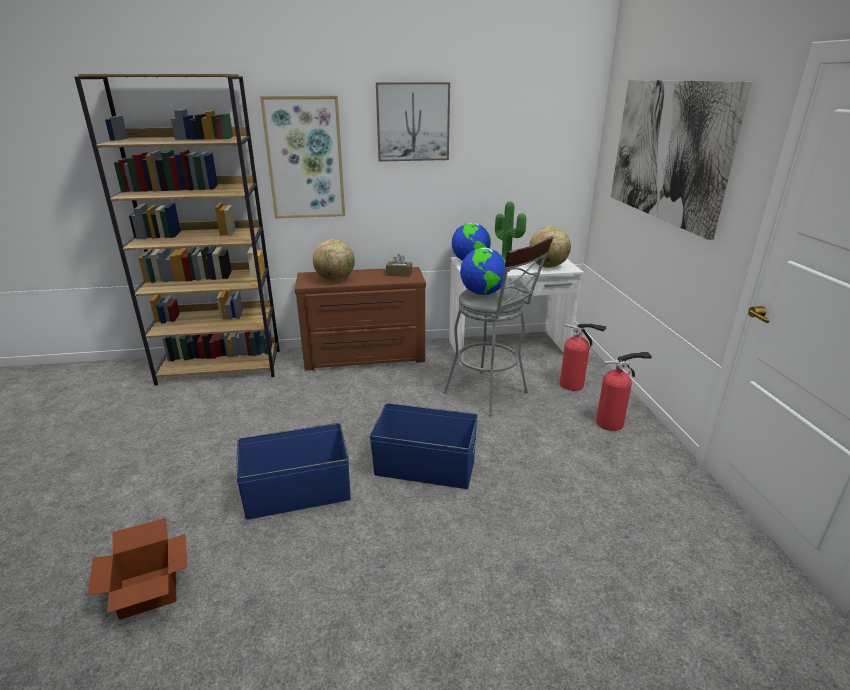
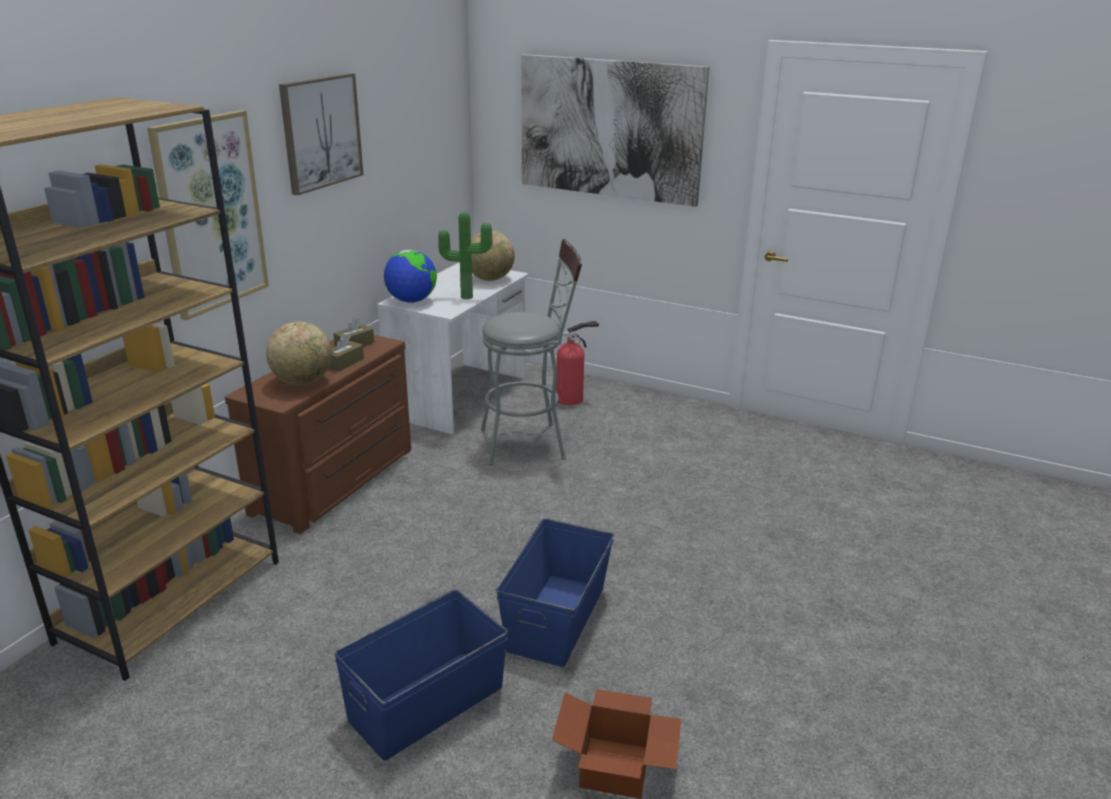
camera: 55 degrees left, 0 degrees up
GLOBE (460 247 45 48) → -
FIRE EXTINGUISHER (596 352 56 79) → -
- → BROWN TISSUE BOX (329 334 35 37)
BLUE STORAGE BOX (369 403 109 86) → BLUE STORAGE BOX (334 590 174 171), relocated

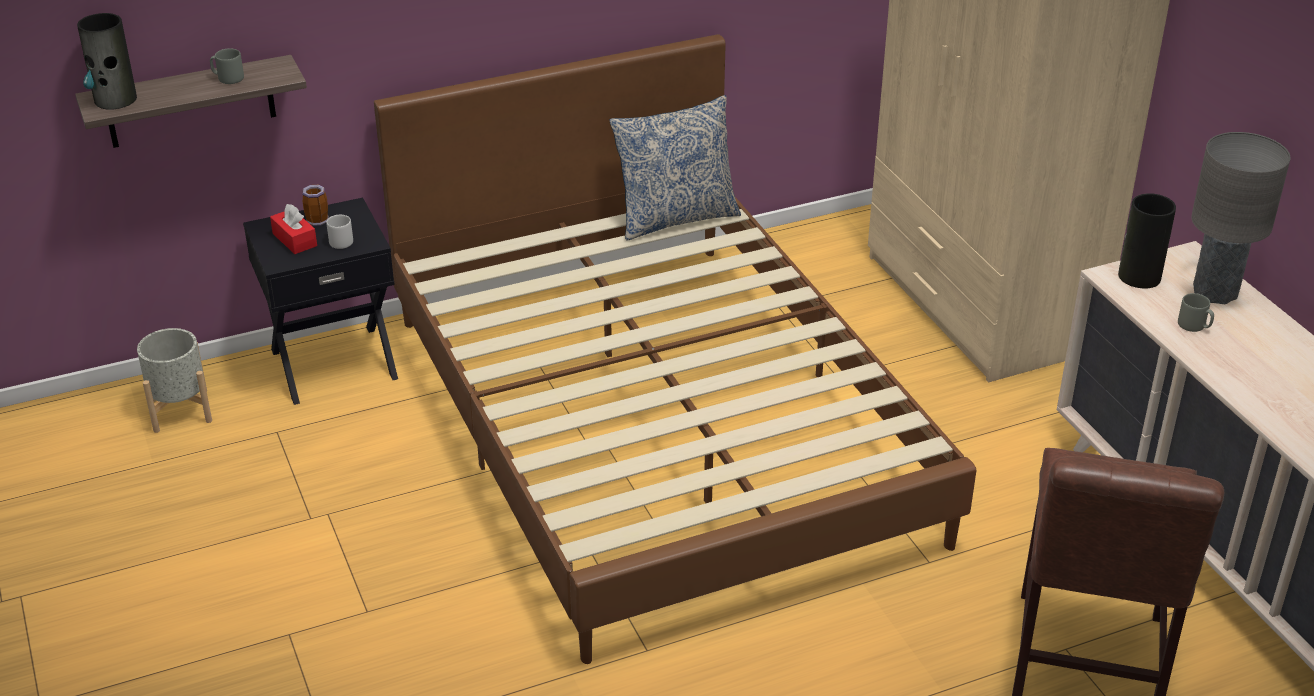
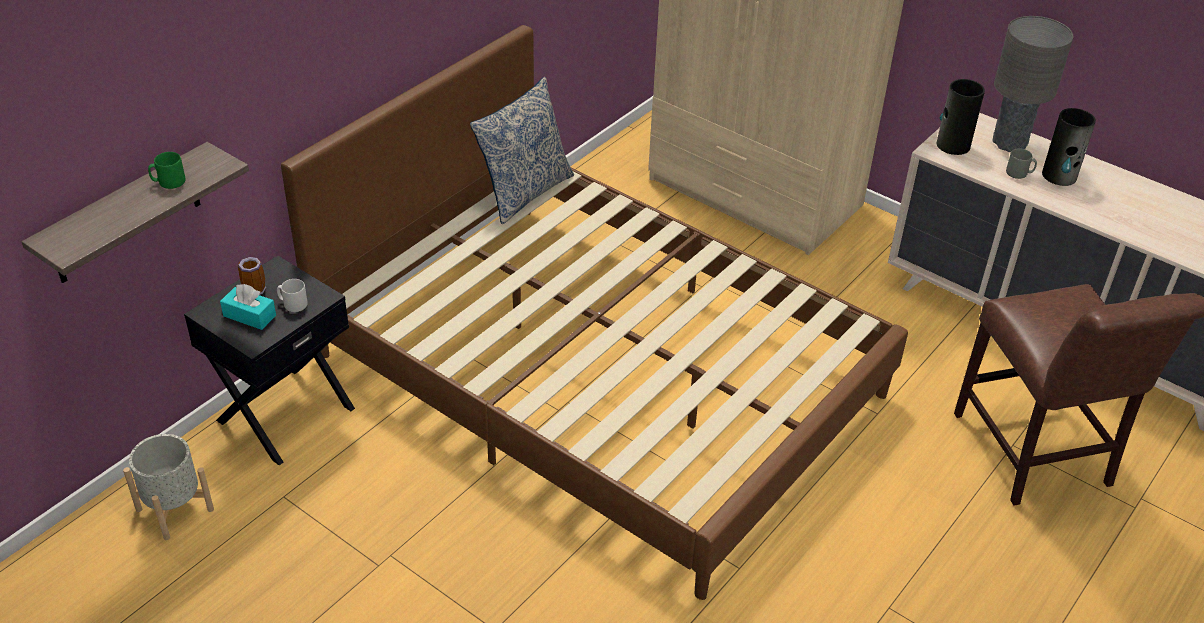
camera: 30 degrees left, 5 degrees up
VASE (77 13 60 97) → VASE (1042 108 54 78), relocated
GREY MUG (210 48 34 36) → GREEN MUG (148 152 37 37)
RED TISSUE BOX (270 204 47 50) → TURQUOISE TISSUE BOX (220 284 56 46)

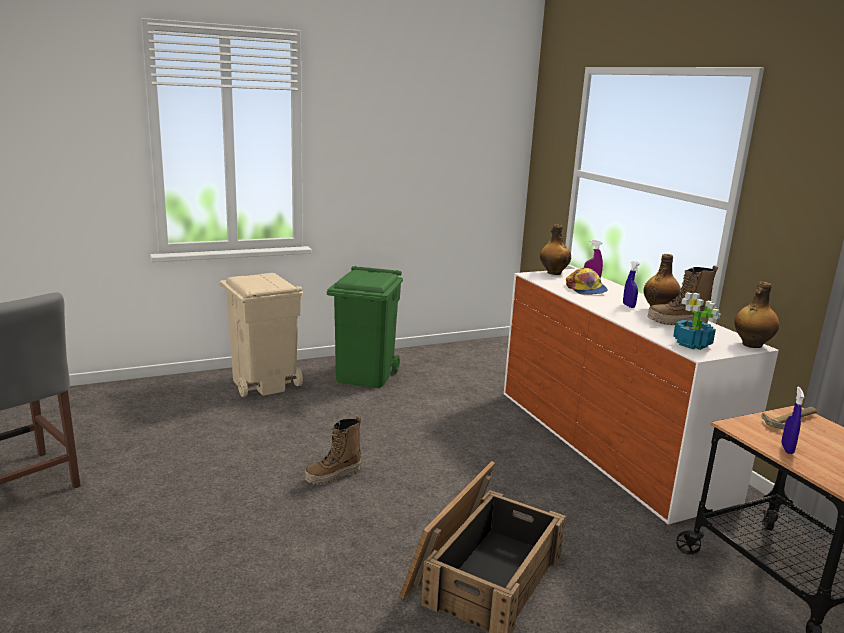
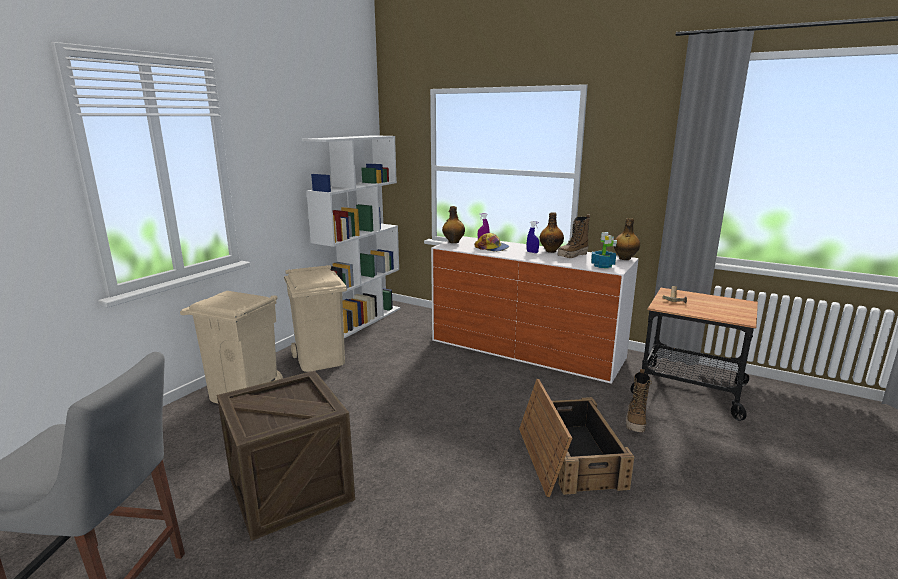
camera: 35 degrees left, 0 degrees up
BLUE SPRAY BOTTLE (781 387 23 67) → -
- → CRATE (217 371 138 170)
- → WHITE BOOKCASE (302 135 99 203)
BOOT (305 416 56 69) → BOOT (626 369 26 63), relocated
GREEN TRASH CAN (327 266 76 122) → BEIGE TRASH CAN (284 265 63 107)

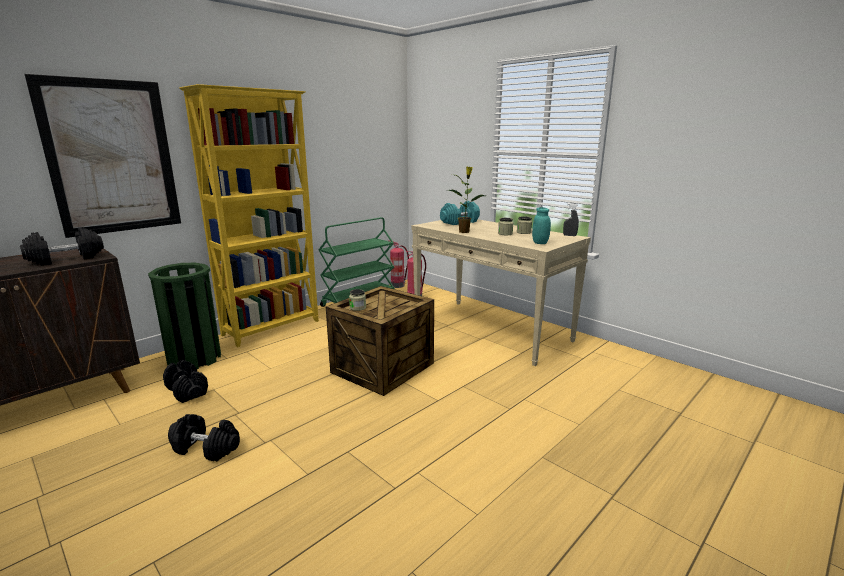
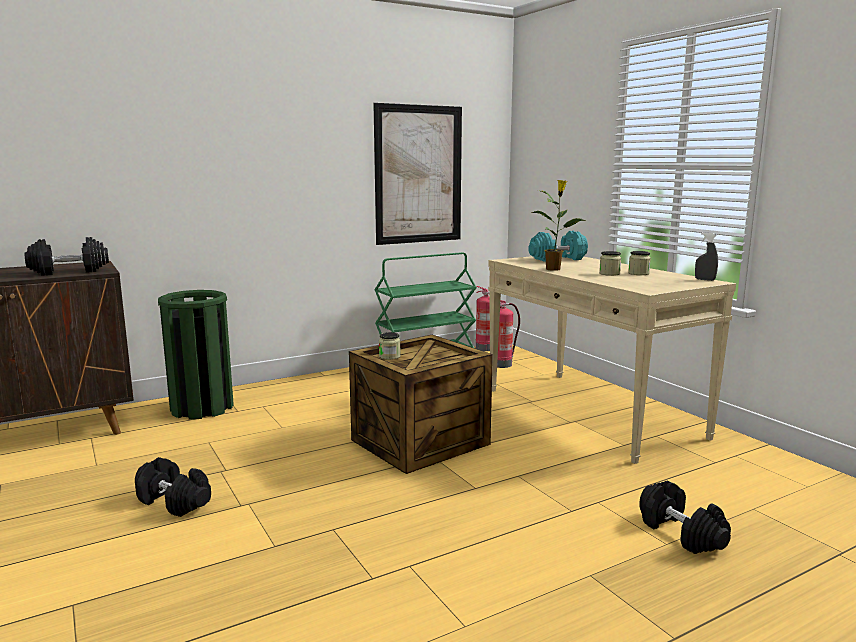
camera: 15 degrees right, 5 degrees down
YELLOW BOOKCASE (179 84 140 263) → -
TURQUOISE JAR (532 207 19 37) → -
PICTURE (24 74 157 164) → PICTURE (373 103 89 142), relocated
BLACK DUMBBELL (163 360 45 43) → BLACK DUMBBELL (639 480 92 74), relocated

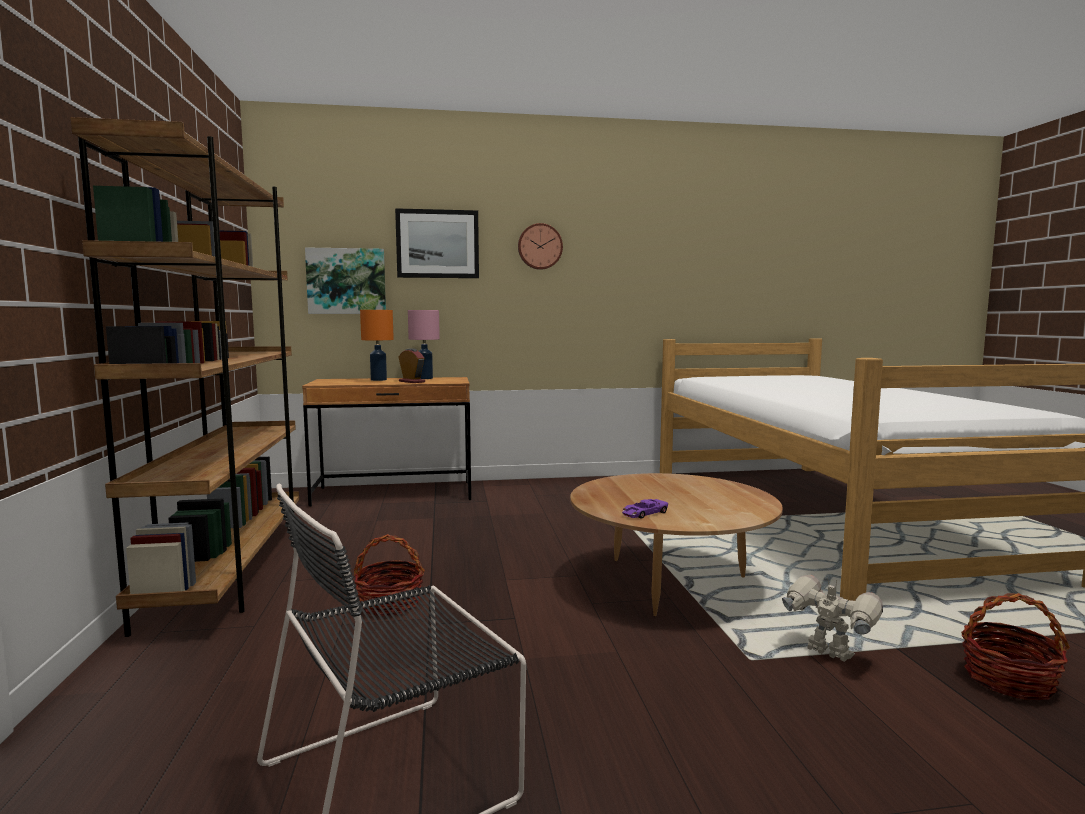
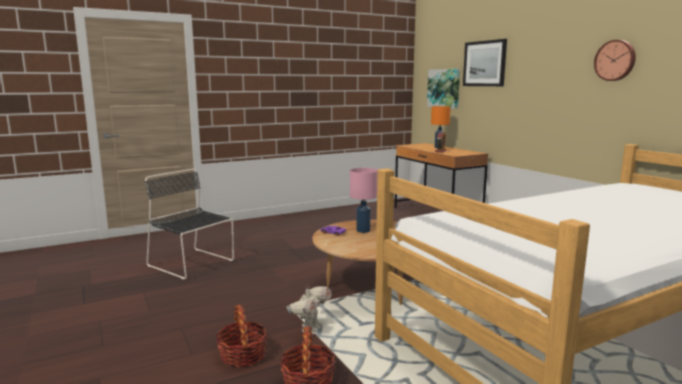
camera: 70 degrees right, 5 degrees up
BROWN BOOKCASE (71 117 228 520) → -
BASKET (354 534 71 82) → BASKET (216 305 52 62), relocated
PINK TABLE LAMP (408 310 32 69) → PINK TABLE LAMP (350 168 28 65), relocated
WALL CLOCK (518 223 45 47) → WALL CLOCK (594 40 42 41), relocated

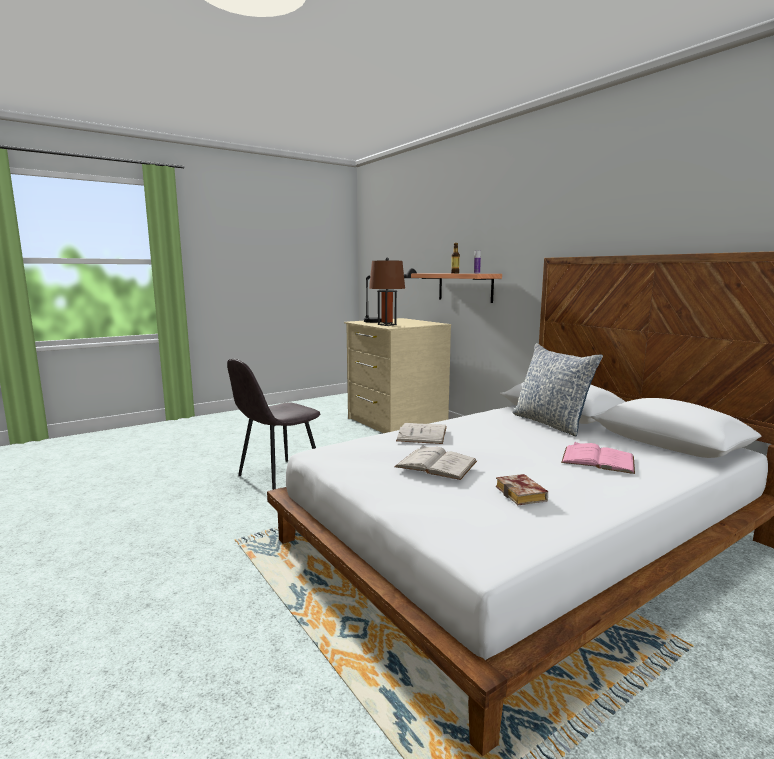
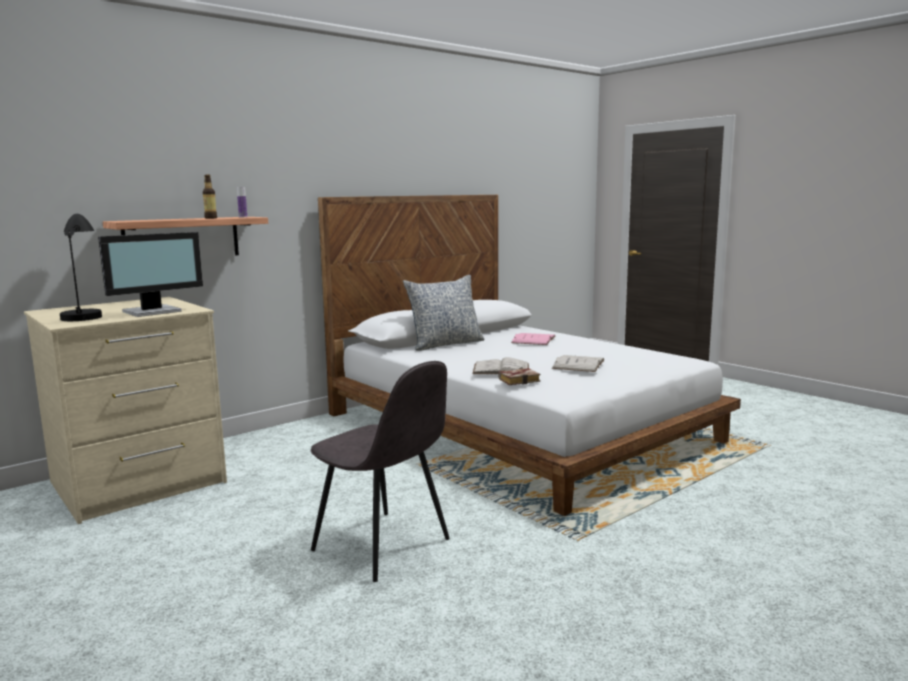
camera: 95 degrees left, 0 degrees up
BOOK (496 474 52 31) → BOOK (498 368 42 17), relocated
BROWN TABLE LAMP (369 257 36 69) → MONITOR (98 232 105 85)

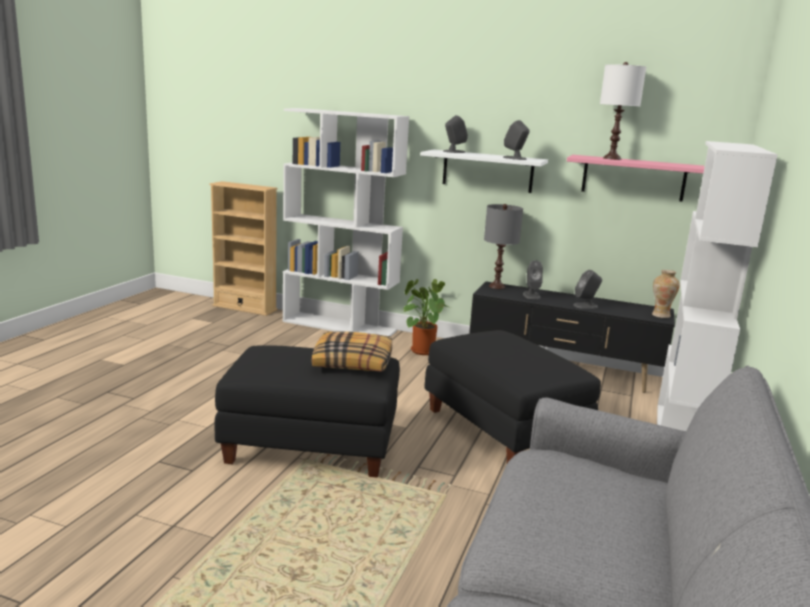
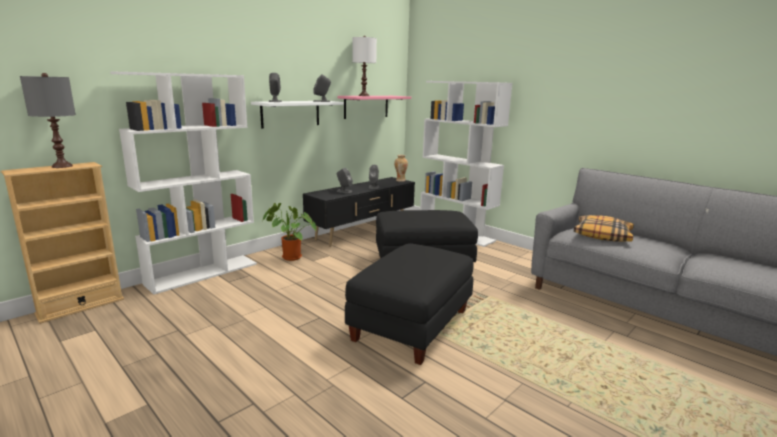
camera: 65 degrees left, 0 degrees up
PILLOW (311 331 81 41) → PILLOW (574 215 60 27), relocated
GREY TABLE LAMP (484 204 39 85) → GREY TABLE LAMP (20 73 56 95), relocated

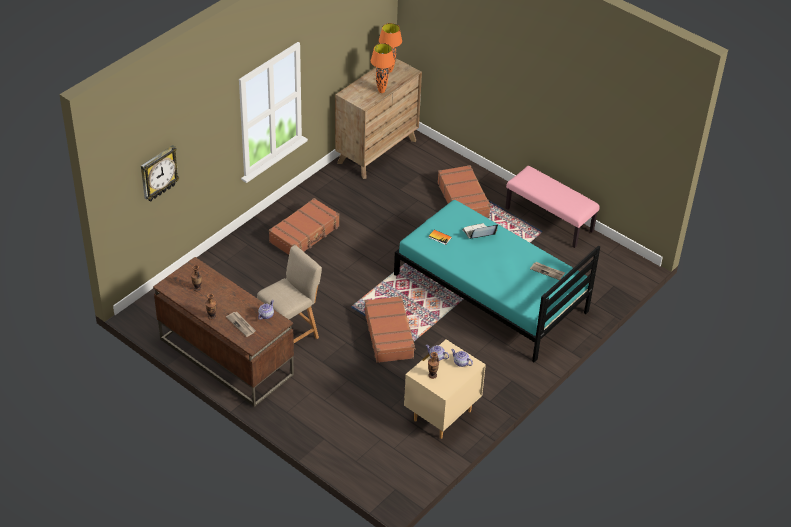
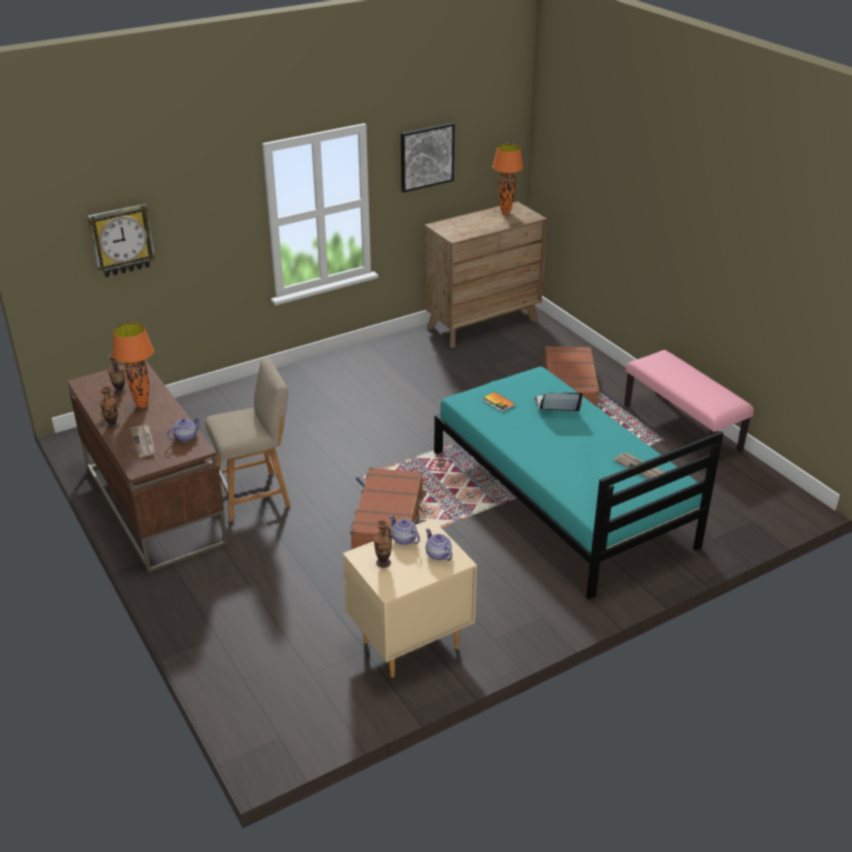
camera: 20 degrees right, 10 degrees down
BROWN SUITCASE (269 198 71 57) → -
- → PICTURE (401 123 54 70)
ORANGE TABLE LAMP (371 43 24 50) → ORANGE TABLE LAMP (113 323 41 85), relocated

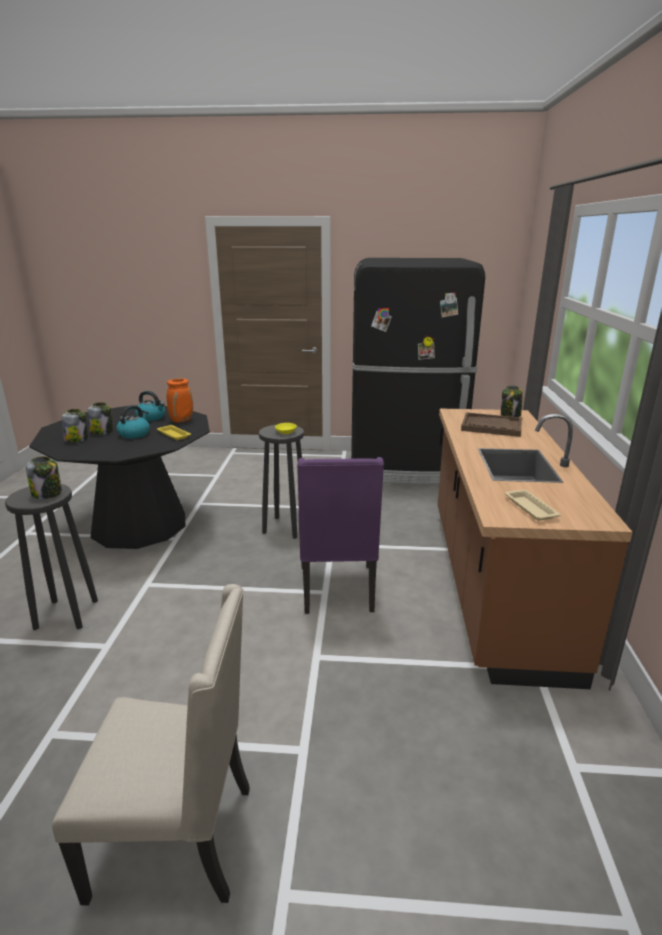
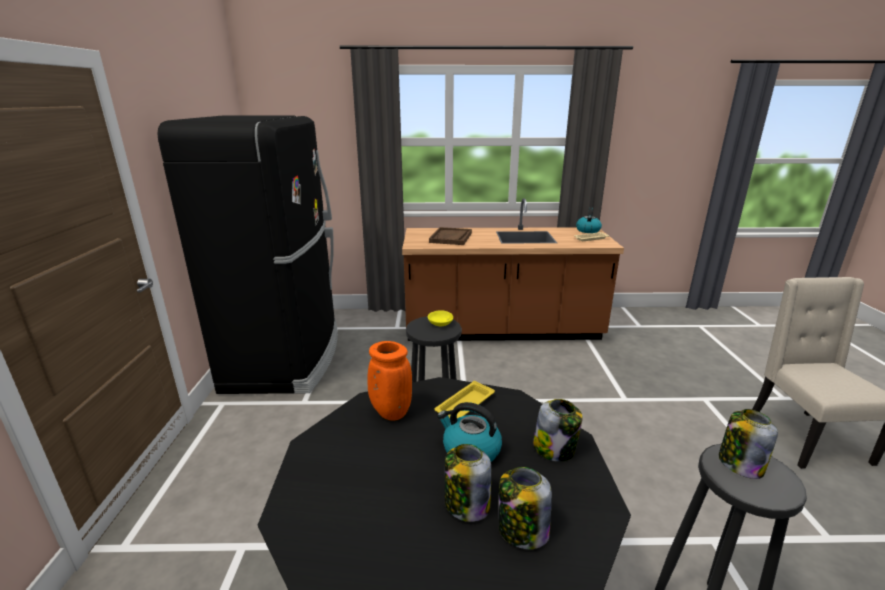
camera: 95 degrees left, 0 degrees up
PURPLE CHAIR (297 457 87 157) → -
KETTLE (135 391 30 30) → KETTLE (576 207 26 26), relocated
JAR (501 385 22 32) → JAR (533 399 50 63), relocated

